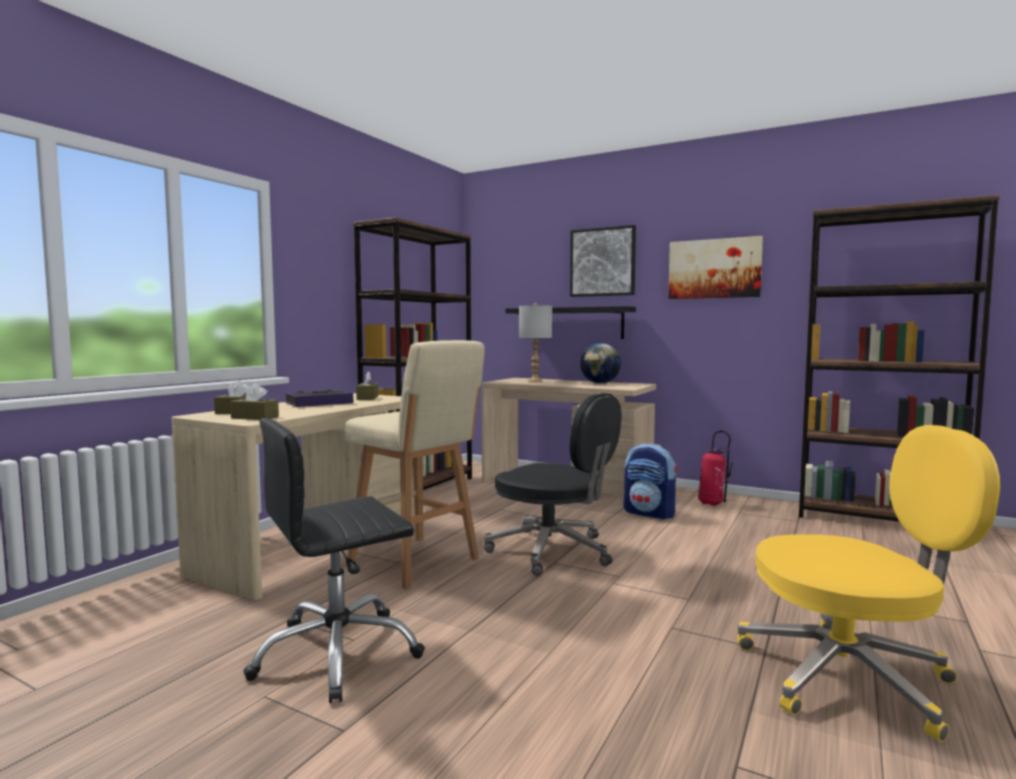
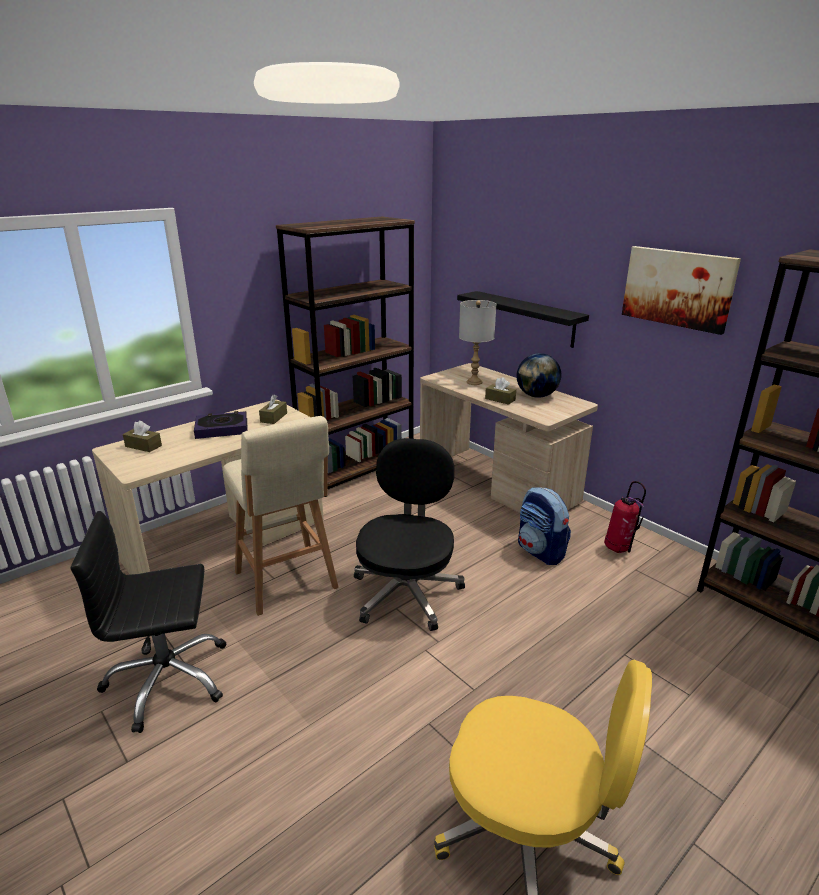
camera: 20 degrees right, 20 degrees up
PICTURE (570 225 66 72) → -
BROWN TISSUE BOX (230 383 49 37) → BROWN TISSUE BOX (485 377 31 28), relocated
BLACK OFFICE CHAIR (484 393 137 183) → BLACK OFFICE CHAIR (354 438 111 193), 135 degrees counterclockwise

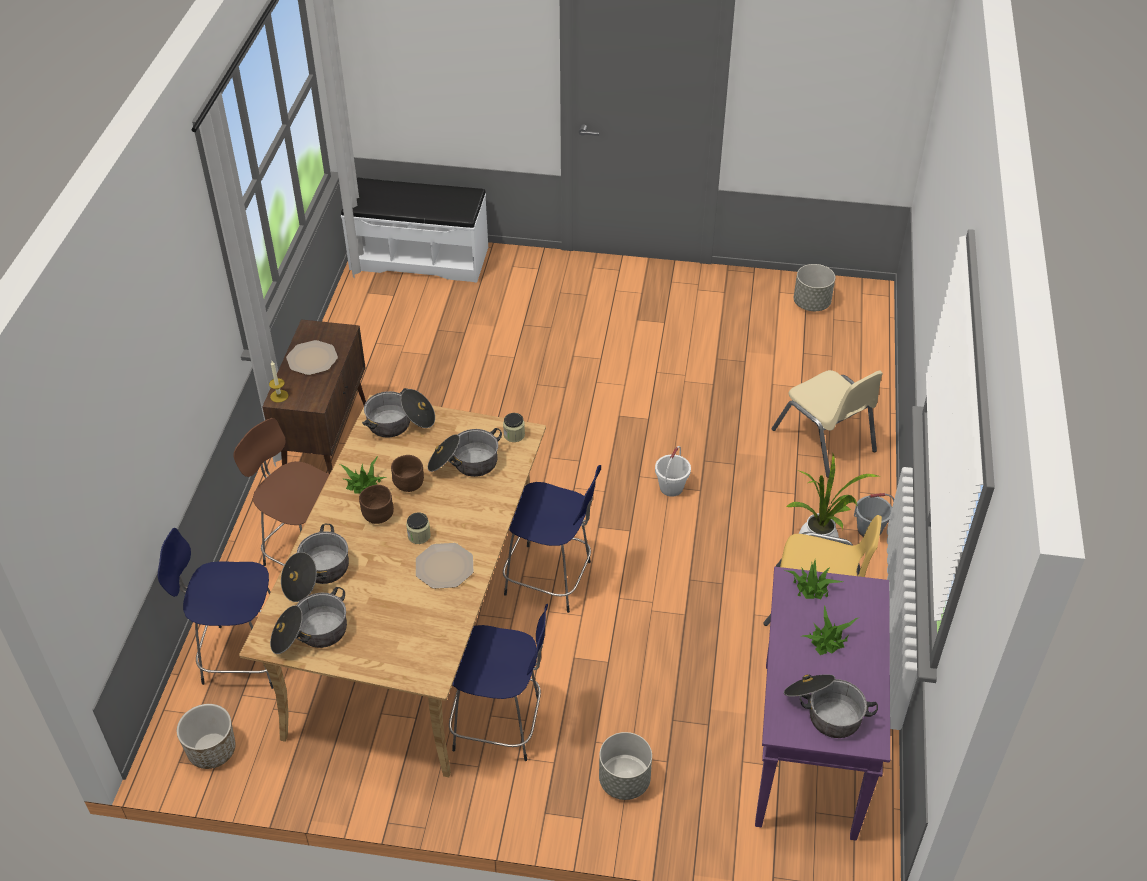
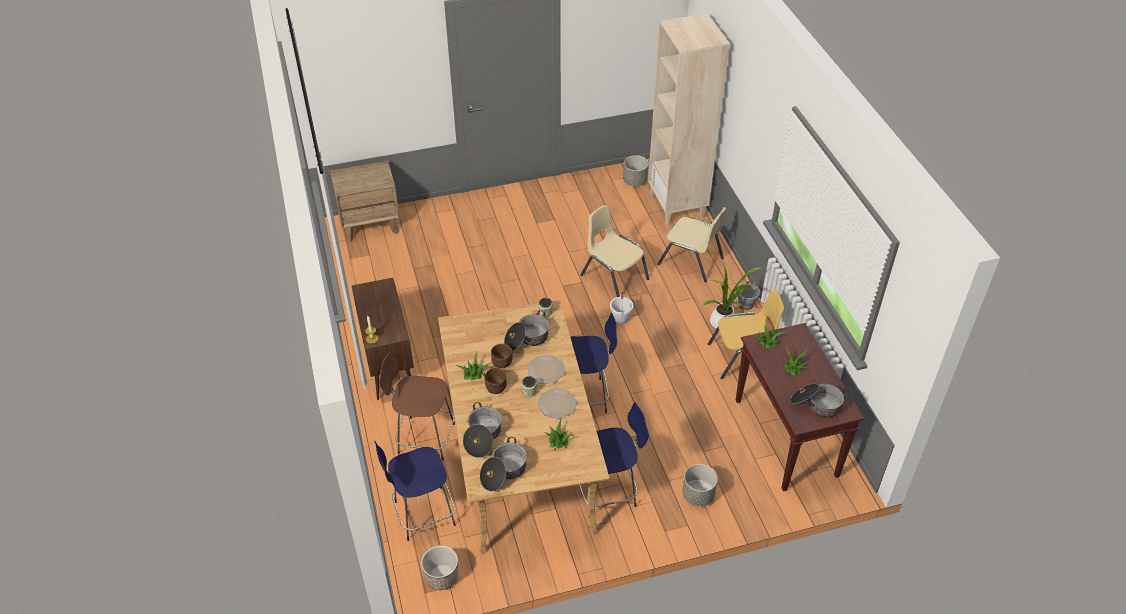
camera: 25 degrees left, 0 degrees up
COOKING POT (362 388 73 49) → -
- → POTTED PLANT (544 419 31 32)
- → BEIGE CHAIR (581 205 68 92)
- → BEIGE BOOKCASE (648 14 82 211)
PLATE (286 340 52 35) → PLATE (528 356 36 28), relocated
WHITE BENCH (341 177 147 106) → BROWN NIGHTSTAND (330 161 70 82)
PURPLE CONSOLE TABLE (755 567 135 274) → BROWN CONSOLE TABLE (736 323 128 168)

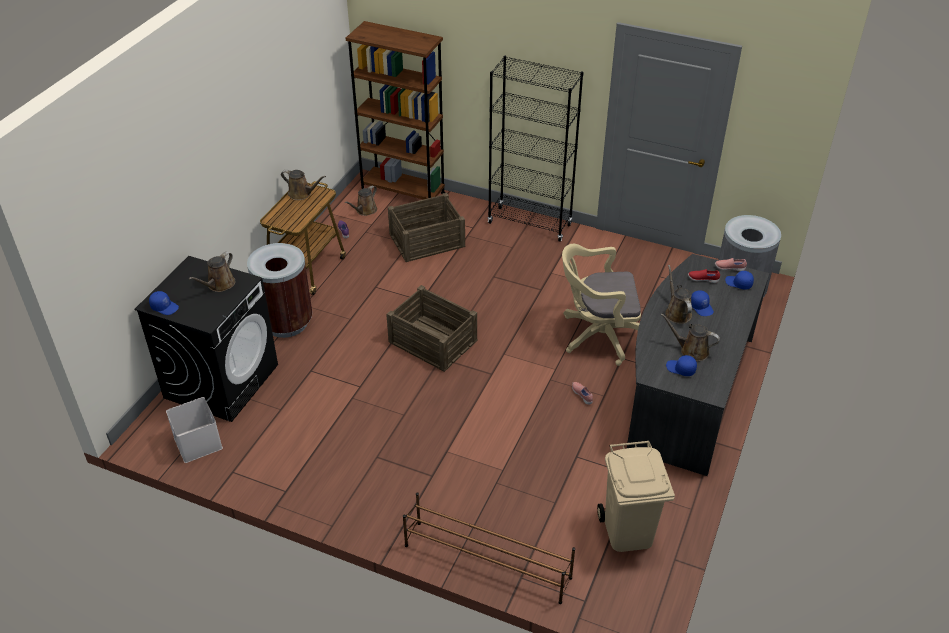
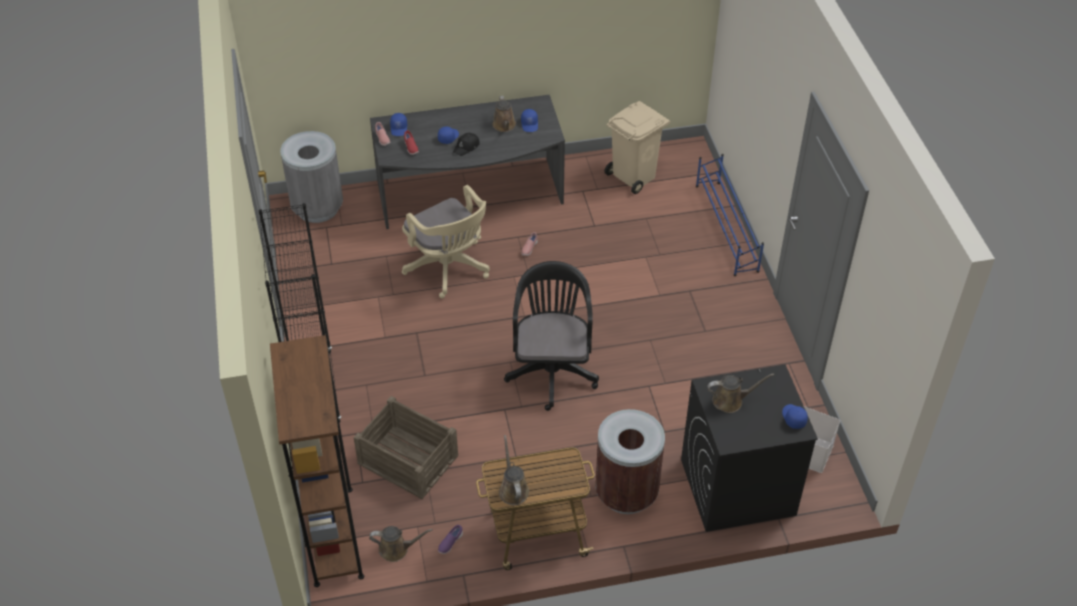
camera: 125 degrees left, 5 degrees up
CRATE (386 285 92 87) → BLACK OFFICE CHAIR (504 261 95 150)
BROWN WATERING CAN (665 265 27 59) → BLACK CAP (453 133 27 23)
BROWN SHOE RACK (403 492 172 112) → BLUE SHOE RACK (696 154 68 122)

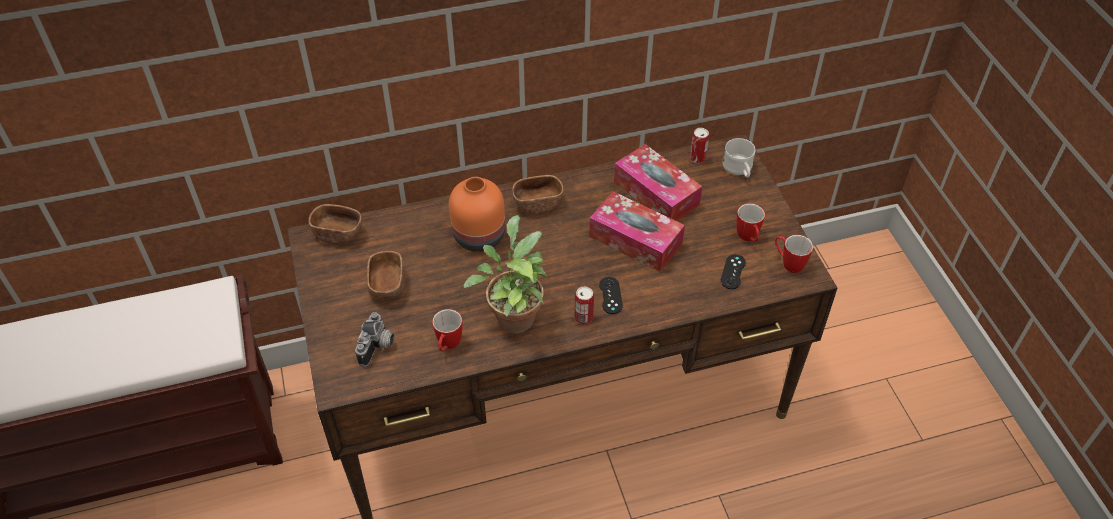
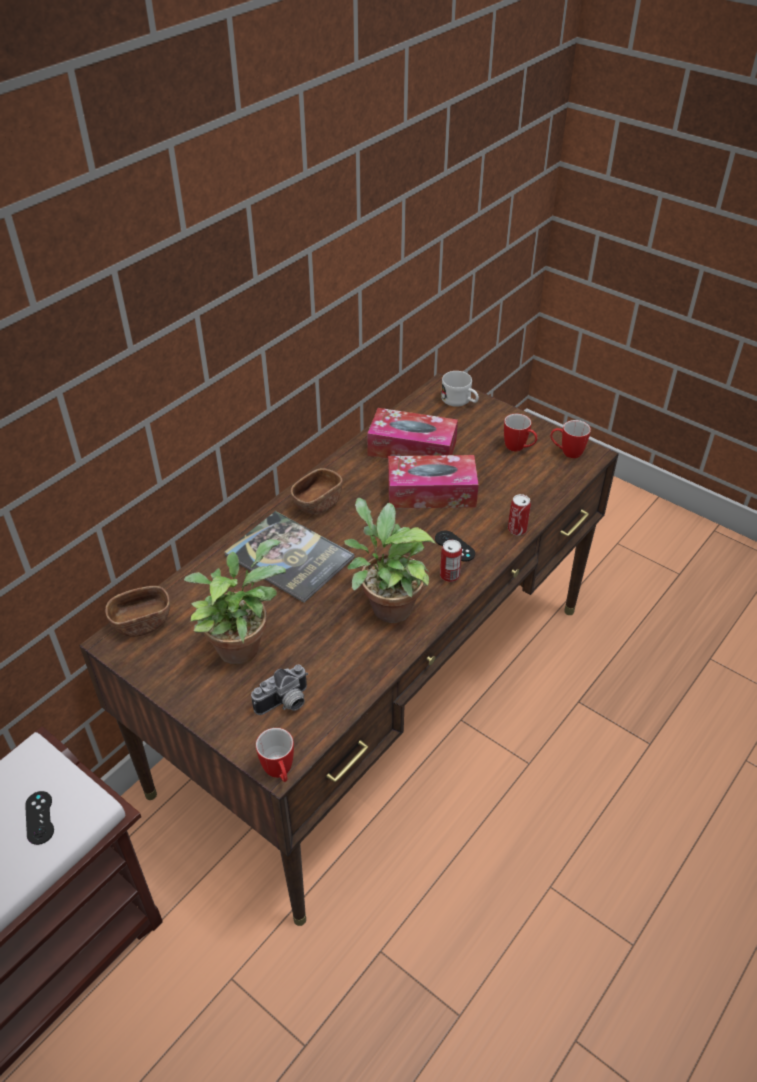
camera: 35 degrees left, 5 degrees down
MUG (432 309 30 42) → MUG (256 728 38 54), relocated
CAN (690 128 19 35) → CAN (508 494 23 41), relocated
BLACK GAME CONTROLLER (720 254 26 35) → BLACK GAME CONTROLLER (25 791 29 54), relocated
BROWN BOWL (367 251 39 49) → POTTED PLANT (184 539 102 126)
ORANGE VASE (449 177 56 75) → BOOK (224 511 130 92)
PHOTO CAMERA (355 312 39 55) → PHOTO CAMERA (251 665 57 50), 75 degrees clockwise

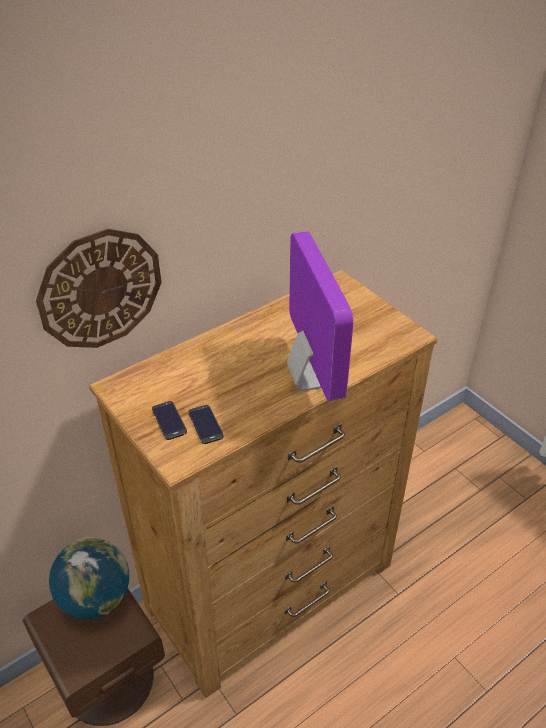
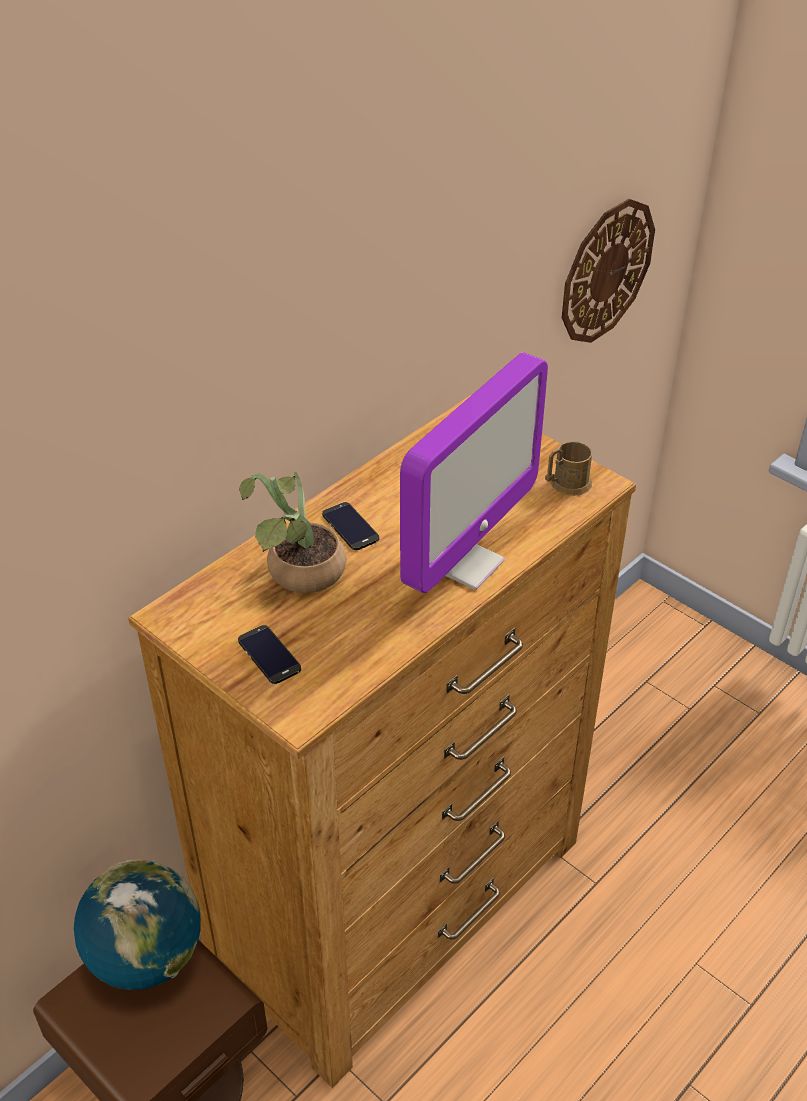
camera: 10 degrees left, 0 degrees up
- → POTTED PLANT (239 472 108 121)
- → BROWN MUG (545 441 47 55)
WALL CLOCK (36 228 126 120) → WALL CLOCK (562 199 93 144), relocated
PHONE (188 405 35 39) → PHONE (322 502 57 48), relocated
MONITOR (287 231 66 170) → MONITOR (400 352 148 241), 60 degrees clockwise

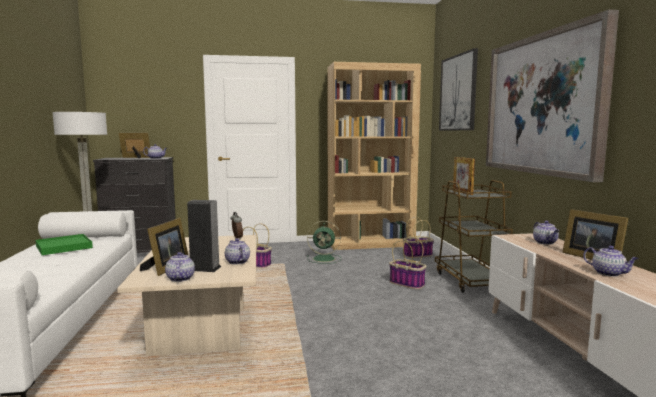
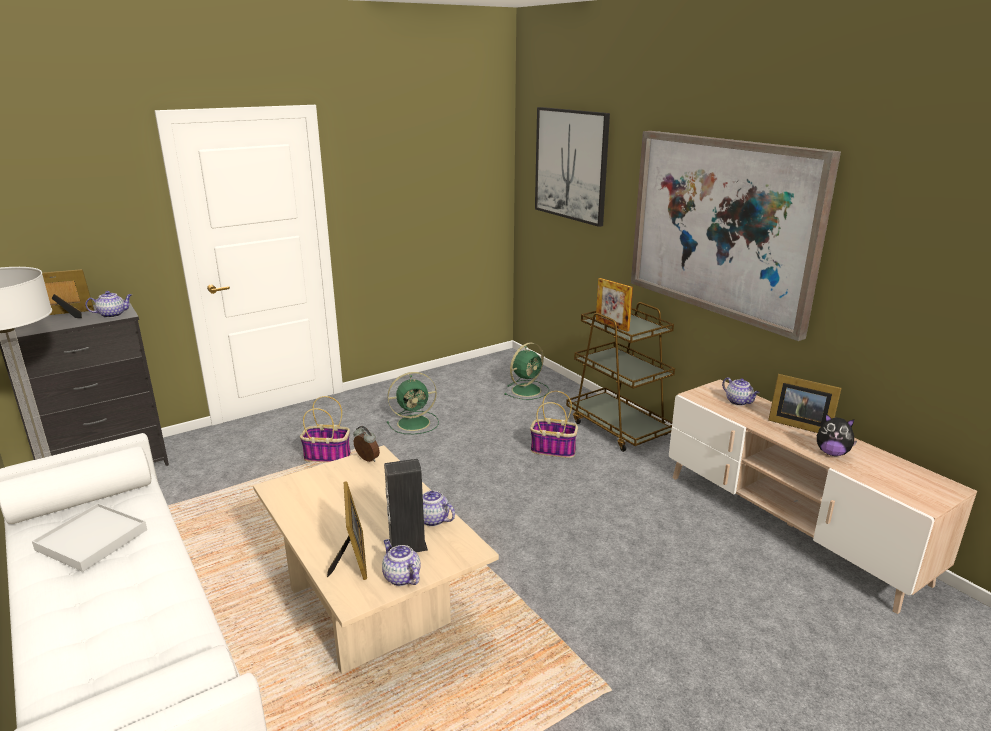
camera: 25 degrees left, 15 degrees up
BROWN BOOKCASE (328 62 93 188) → -
BASKET (403 217 31 41) → GREEN FAN (504 342 45 58)
TEAPOT (583 246 56 31) → PLUSH TOY (817 414 40 42)
GREEN TRAY (35 234 58 21) → WHITE TRAY (32 503 115 69)

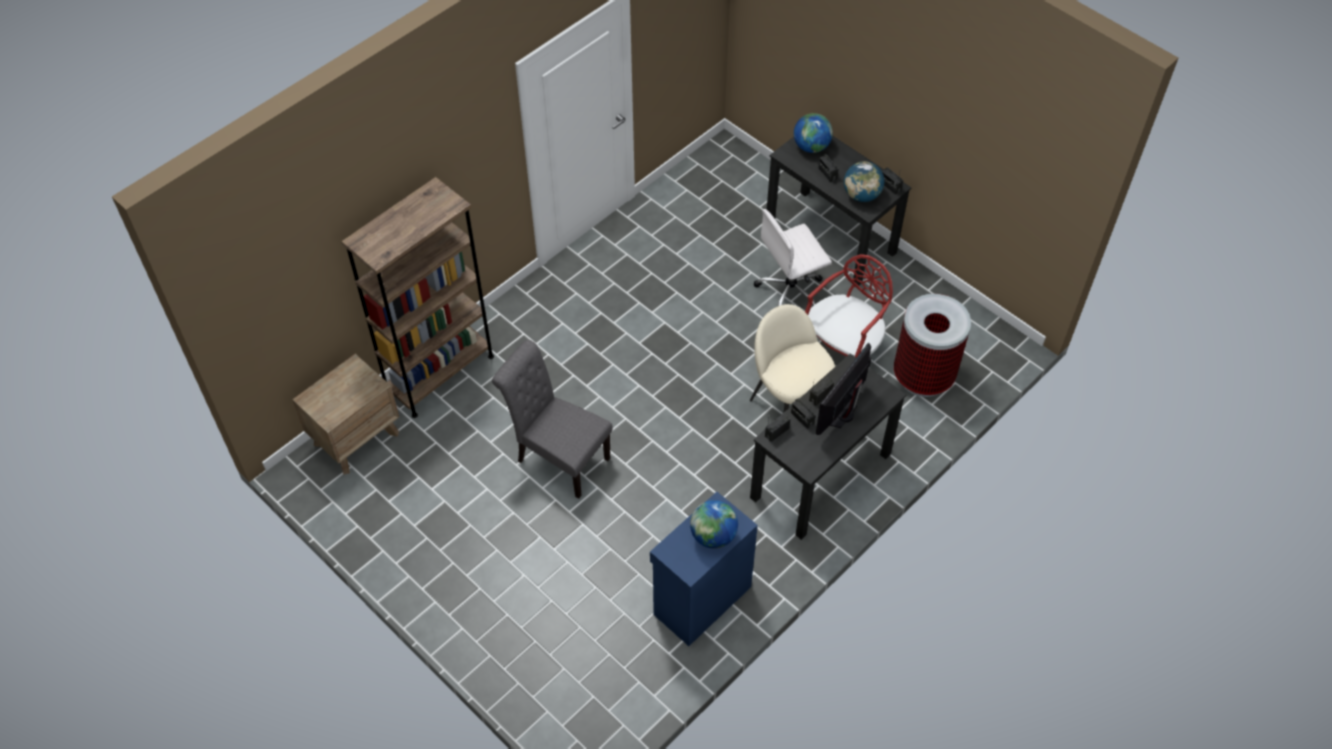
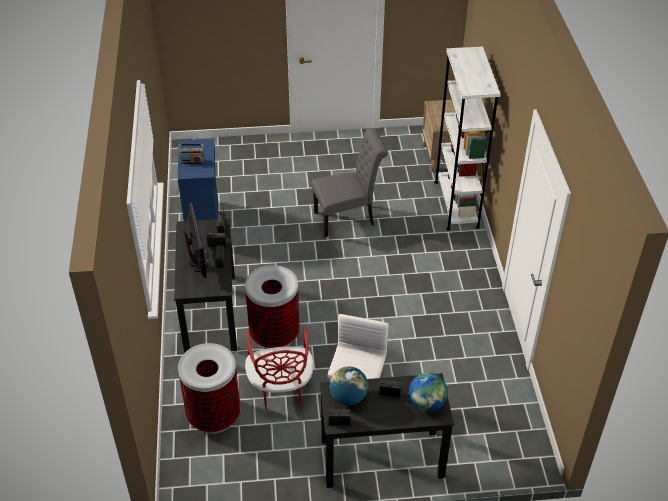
camera: 130 degrees right, 10 degrees down
GLOBE (690 500 48 49) → RADIO (179 144 25 20)
BEIGE CHAIR (750 304 85 108) → TRASH CAN (245 265 55 84)
BROWN BOOKCASE (341 177 153 241) → WHITE BOOKCASE (434 46 67 185)

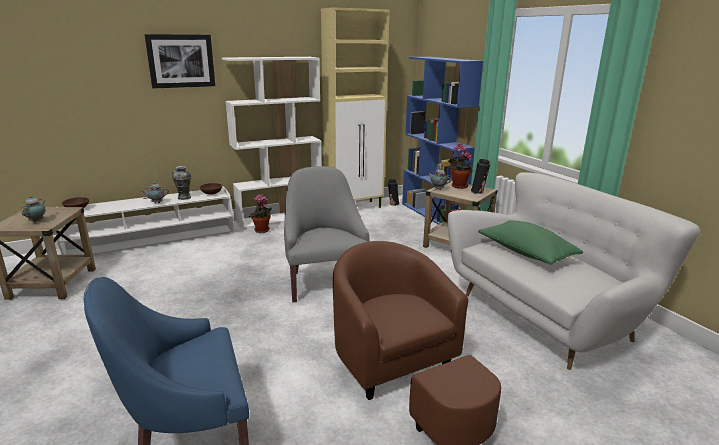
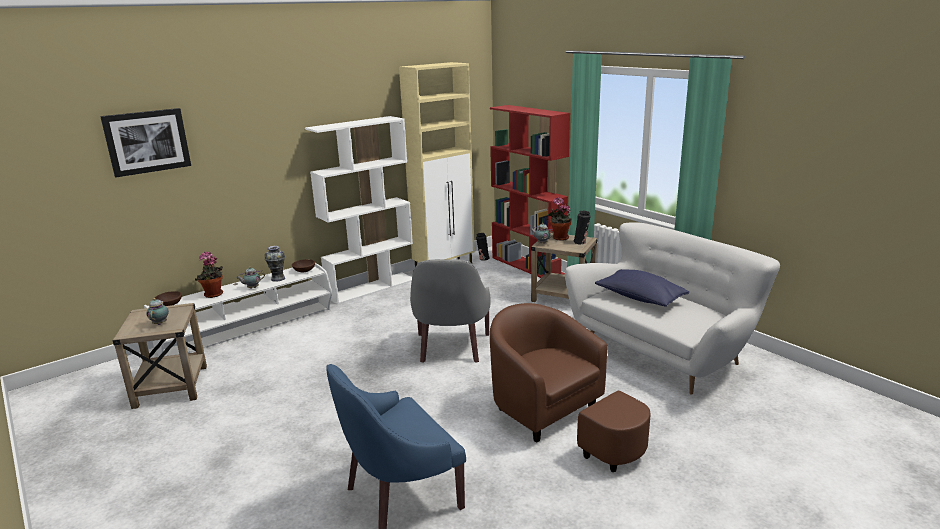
camera: 10 degrees left, 0 degrees up
PICTURE (145 34 70 55) → PICTURE (100 108 91 69), relocated
POTTED PLANT (249 194 23 39) → POTTED PLANT (195 252 28 46), relocated
BLUE BOOKCASE (402 57 81 168) → RED BOOKCASE (490 105 80 173)
GREEN PILLOW (478 220 105 45) → BLUE PILLOW (595 269 94 38)
GREY ARMCHAIR (284 166 86 136) → GREY ARMCHAIR (410 259 81 104), 150 degrees counterclockwise

